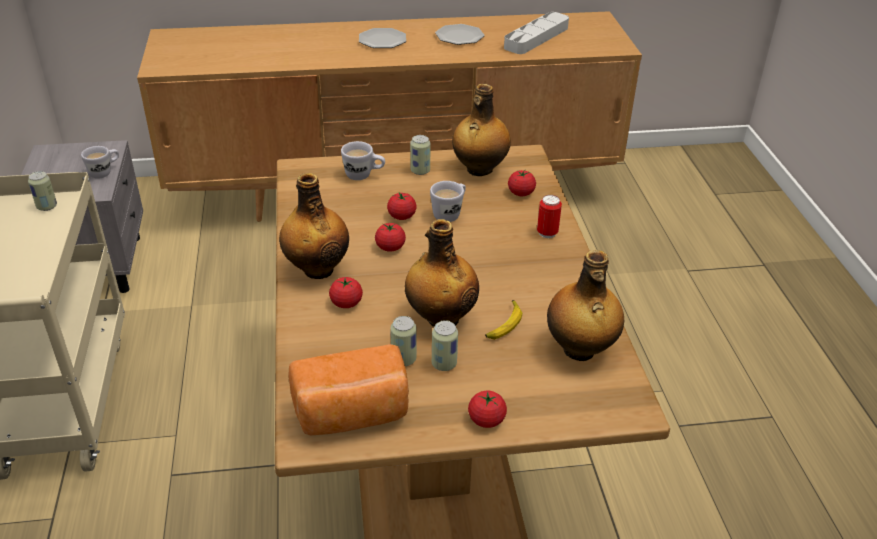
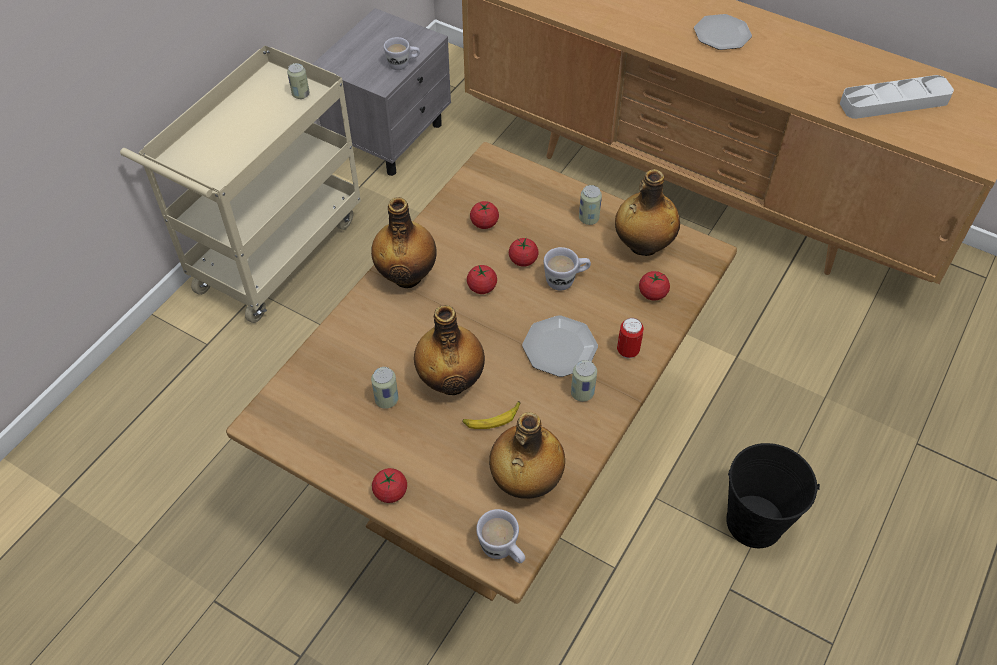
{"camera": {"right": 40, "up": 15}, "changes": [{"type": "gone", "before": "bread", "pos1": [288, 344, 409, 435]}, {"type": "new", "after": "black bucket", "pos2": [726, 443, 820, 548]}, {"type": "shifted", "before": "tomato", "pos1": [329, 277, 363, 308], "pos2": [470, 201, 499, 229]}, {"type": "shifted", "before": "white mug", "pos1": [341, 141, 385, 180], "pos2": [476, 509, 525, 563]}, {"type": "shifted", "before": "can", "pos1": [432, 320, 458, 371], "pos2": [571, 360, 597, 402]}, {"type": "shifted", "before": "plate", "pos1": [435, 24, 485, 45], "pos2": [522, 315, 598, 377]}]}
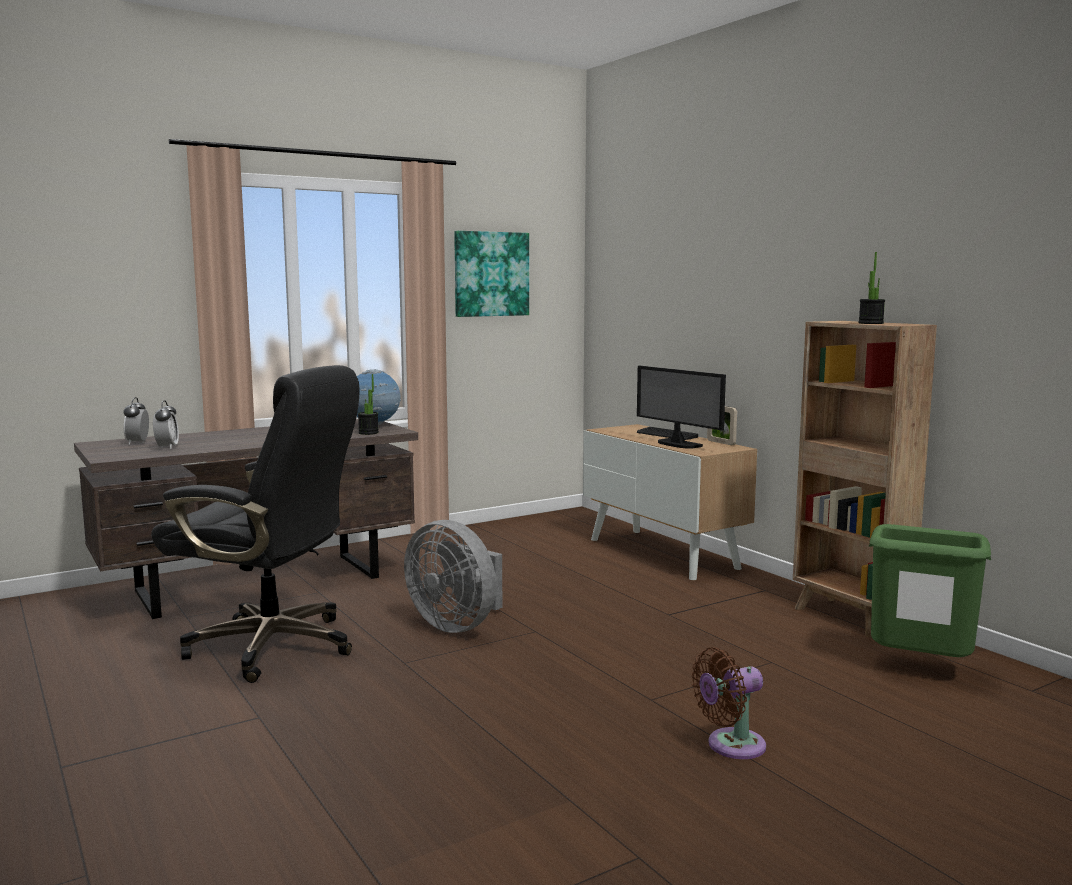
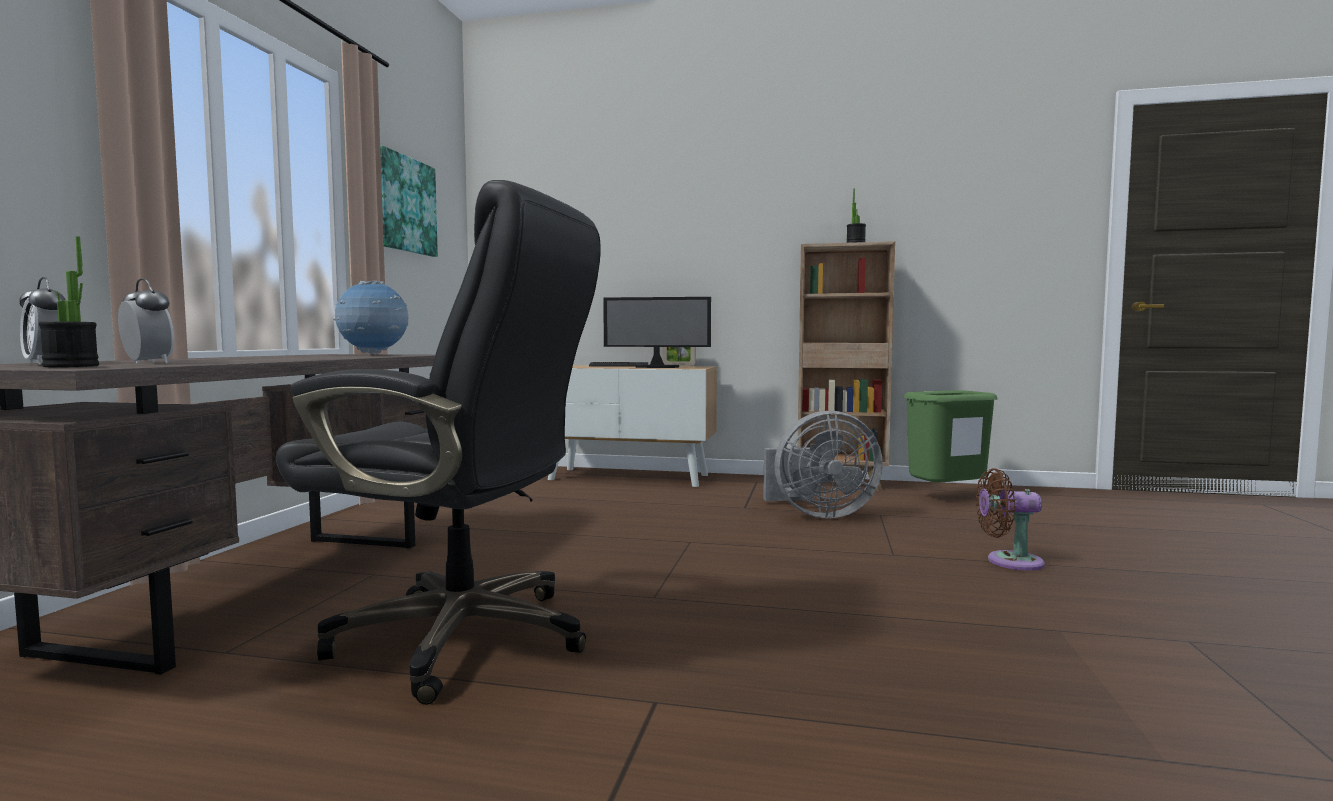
{"camera": {"right": -45, "up": -5}, "changes": [{"type": "shifted", "before": "potted plant", "pos1": [358, 374, 379, 435], "pos2": [39, 236, 99, 367]}, {"type": "shifted", "before": "grey fan", "pos1": [404, 520, 502, 633], "pos2": [763, 411, 883, 518]}, {"type": "rotated", "before": "black office chair", "pos1": [151, 365, 359, 683], "pos2": [276, 180, 601, 705], "turn": 45}, {"type": "rotated", "before": "brown fan", "pos1": [692, 647, 766, 759], "pos2": [976, 468, 1045, 571], "turn": 75}]}
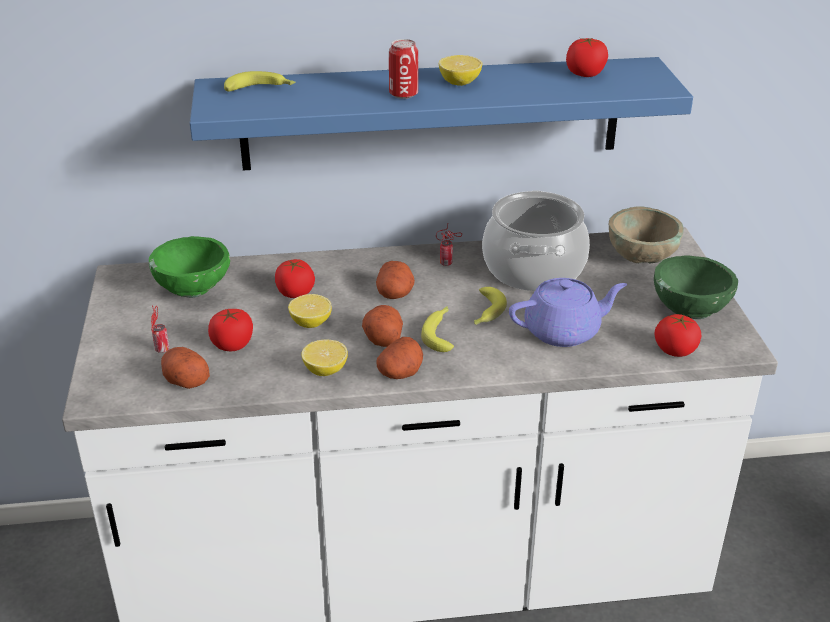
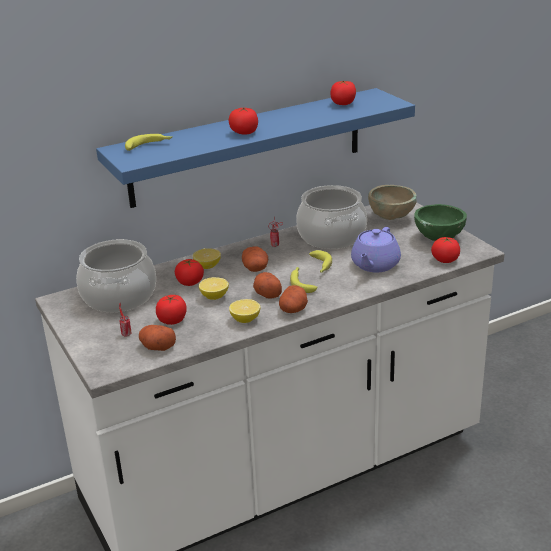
{"camera": {"right": -20, "up": -5}, "changes": [{"type": "shifted", "before": "lemon", "pos1": [439, 55, 483, 86], "pos2": [193, 248, 221, 269]}, {"type": "swapped", "before": "green bowl", "after": "cooking pot", "pos1": [149, 236, 230, 298], "pos2": [76, 239, 156, 312]}, {"type": "swapped", "before": "can", "after": "tomato", "pos1": [389, 39, 418, 99], "pos2": [229, 107, 258, 135]}, {"type": "rotated", "before": "purple teapot", "pos1": [509, 278, 627, 347], "pos2": [351, 227, 401, 272], "turn": 150}]}
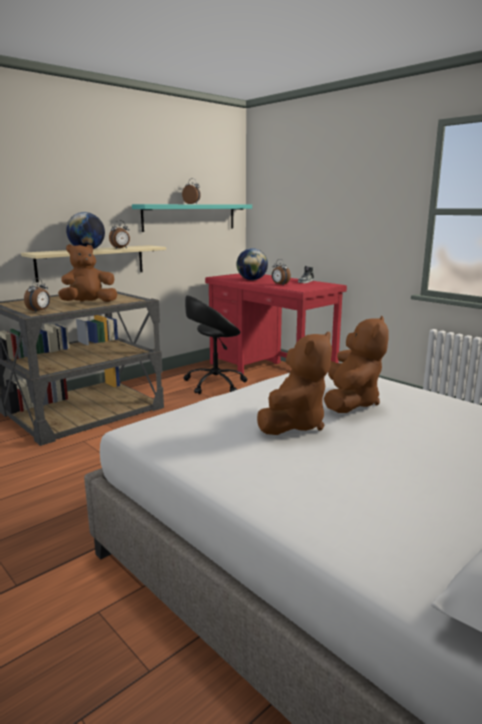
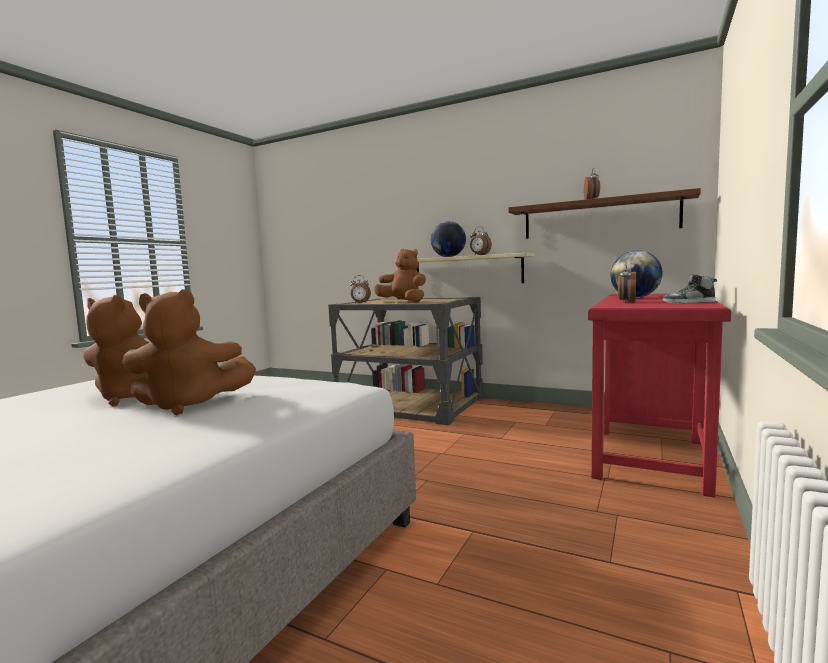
{"camera": {"right": 70, "up": -10}, "changes": [{"type": "gone", "before": "black office chair", "pos1": [184, 296, 248, 394]}, {"type": "repainted", "before": "turquoise shelf", "after": "brown shelf", "pos1": [132, 204, 252, 232], "pos2": [508, 188, 701, 239]}]}
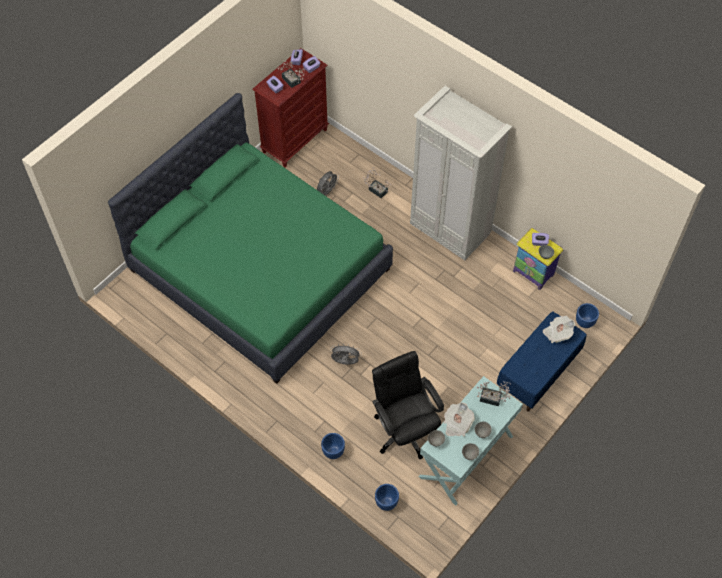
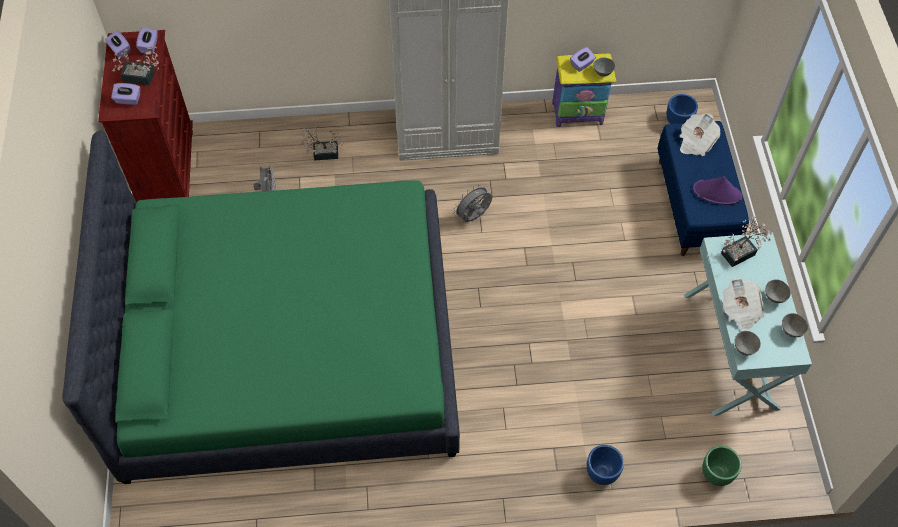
{"camera": {"right": -45, "up": 0}, "changes": [{"type": "gone", "before": "black office chair", "pos1": [372, 351, 444, 459]}, {"type": "new", "after": "purple hat", "pos2": [693, 176, 742, 205]}, {"type": "shifted", "before": "grey fan", "pos1": [330, 343, 361, 365], "pos2": [453, 185, 492, 222]}, {"type": "repainted", "before": "blue planter", "after": "green planter", "pos1": [375, 484, 399, 511], "pos2": [702, 446, 742, 486]}]}
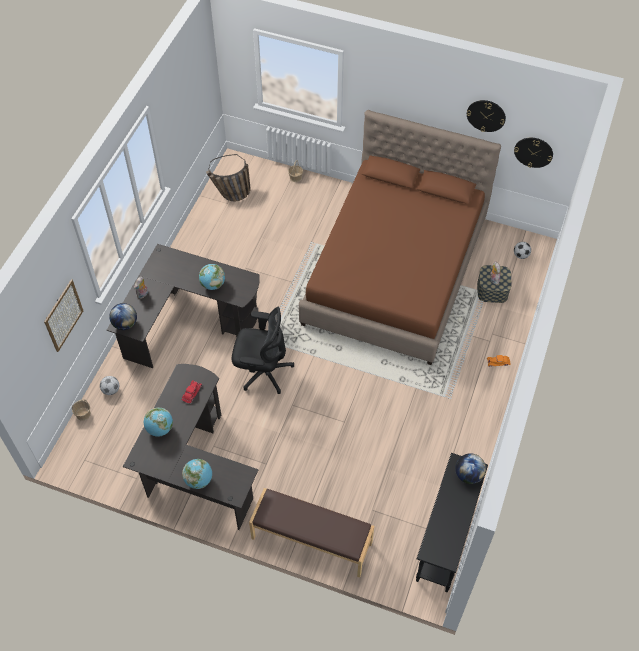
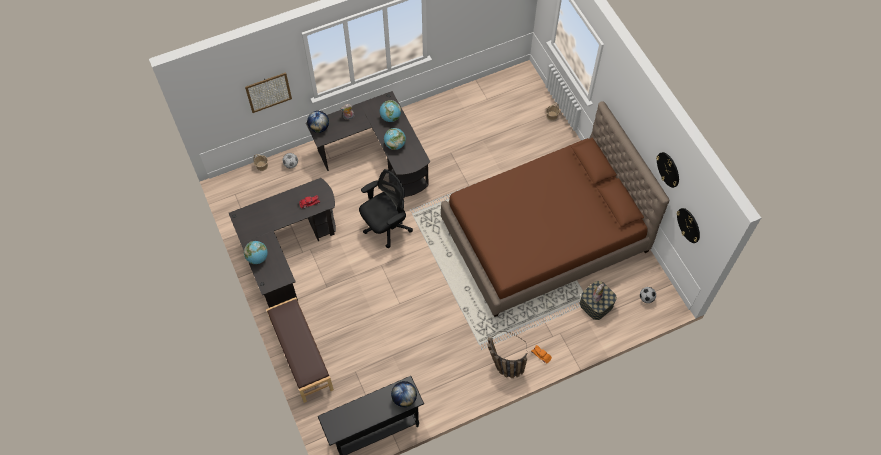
{"camera": {"right": 45, "up": 5}, "changes": [{"type": "shifted", "before": "globe", "pos1": [144, 407, 173, 437], "pos2": [380, 100, 401, 122]}, {"type": "shifted", "before": "basket", "pos1": [206, 154, 251, 201], "pos2": [487, 331, 527, 378]}, {"type": "rotated", "before": "black office chair", "pos1": [232, 307, 294, 394], "pos2": [359, 169, 413, 248], "turn": -90}]}
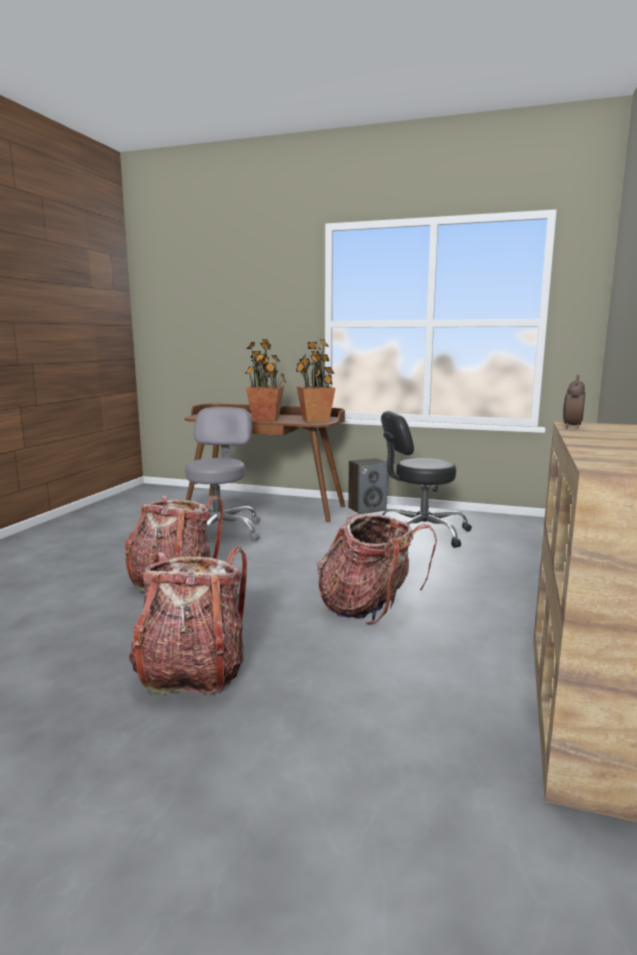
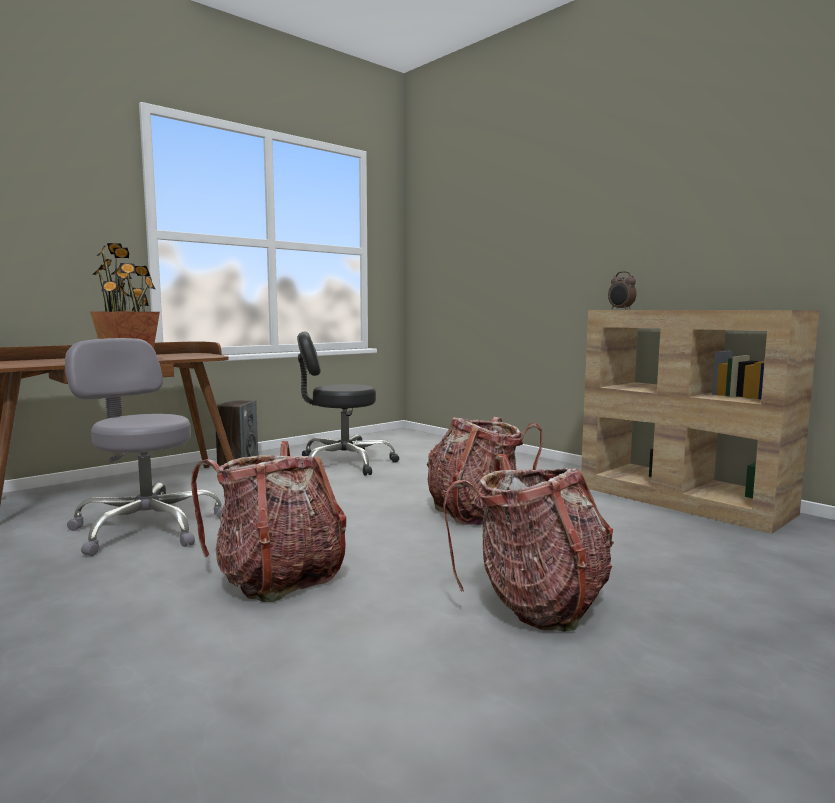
{"camera": {"right": -60, "up": -5}, "changes": [{"type": "gone", "before": "potted plant", "pos1": [296, 339, 336, 422]}, {"type": "rotated", "before": "black office chair", "pos1": [381, 411, 472, 548], "pos2": [297, 331, 399, 476], "turn": 60}]}
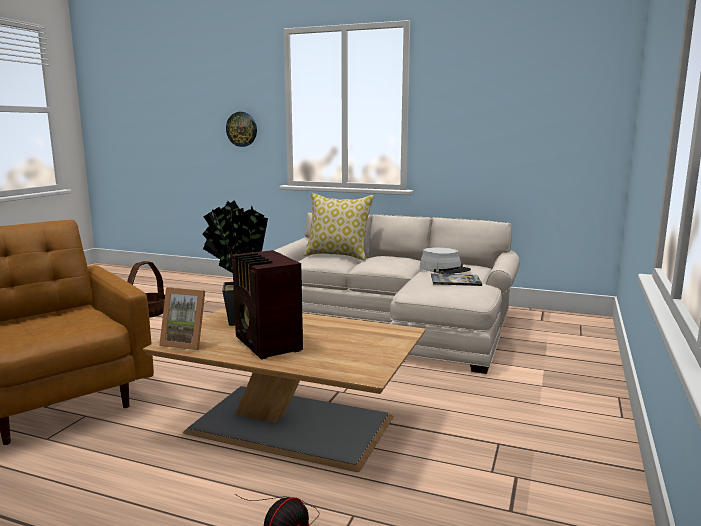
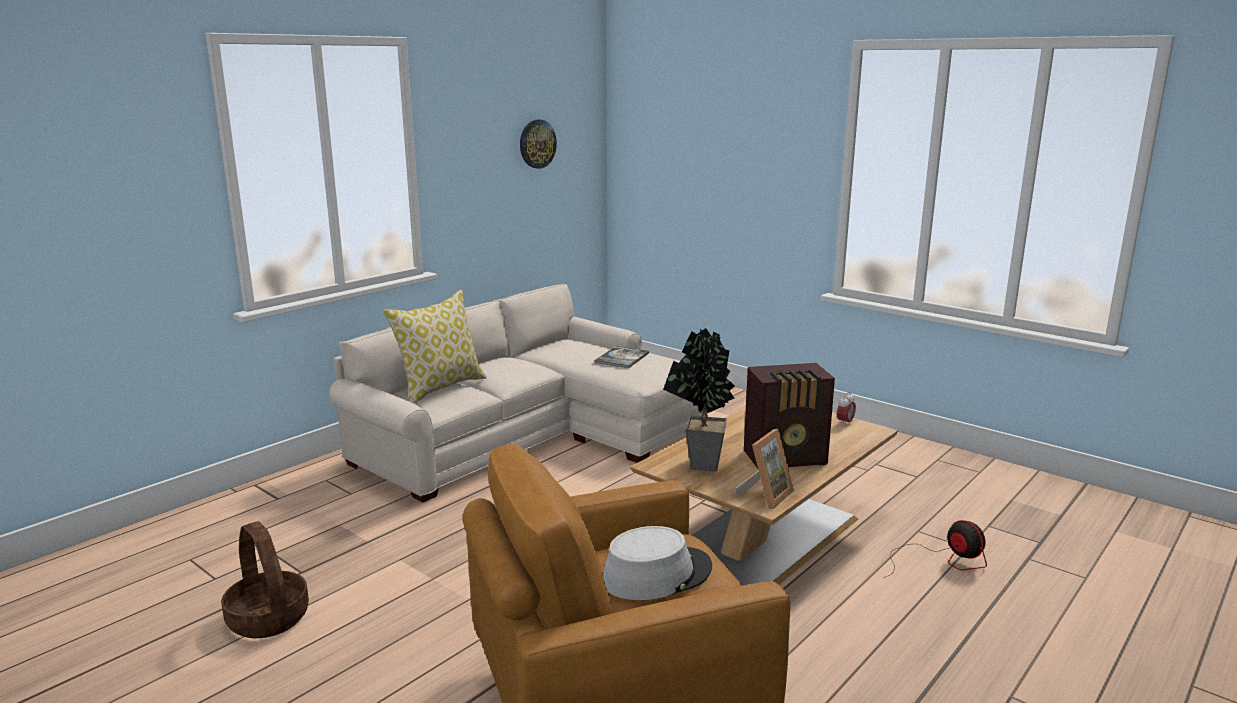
{"camera": {"right": -70, "up": 5}, "changes": [{"type": "new", "after": "alarm clock", "pos2": [837, 392, 856, 425]}, {"type": "shifted", "before": "wall clock", "pos1": [226, 112, 257, 147], "pos2": [520, 119, 557, 169]}, {"type": "shifted", "before": "grey hat", "pos1": [420, 247, 471, 274], "pos2": [603, 526, 712, 600]}]}
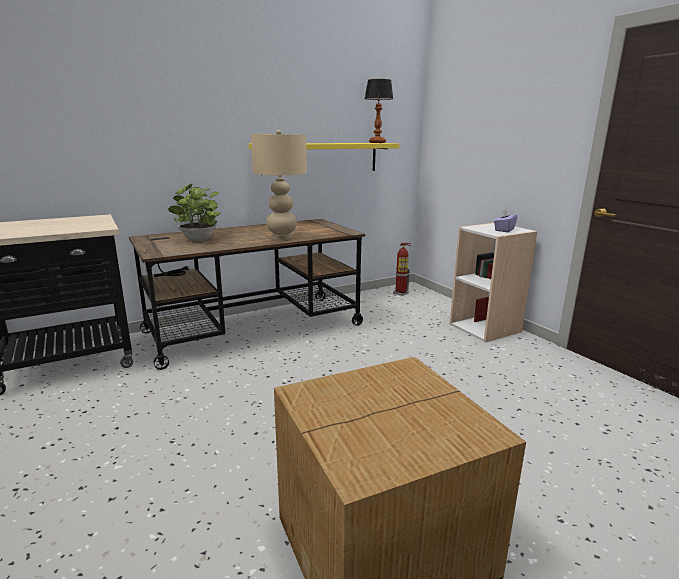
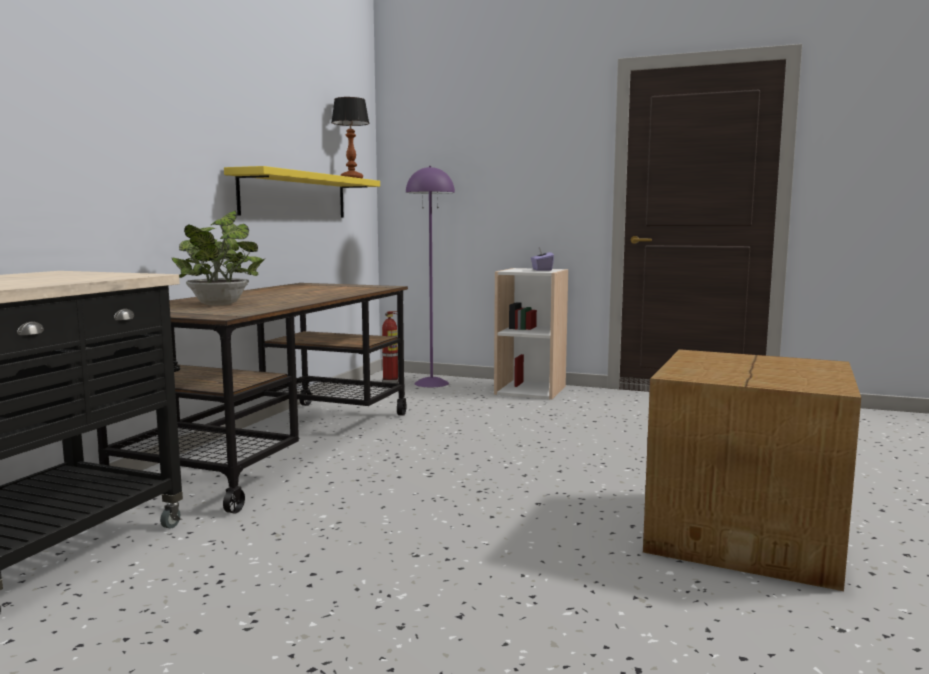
{"camera": {"right": -40, "up": -10}, "changes": [{"type": "gone", "before": "beige table lamp", "pos1": [251, 130, 307, 240]}, {"type": "new", "after": "purple floor lamp", "pos2": [406, 166, 455, 387]}]}
